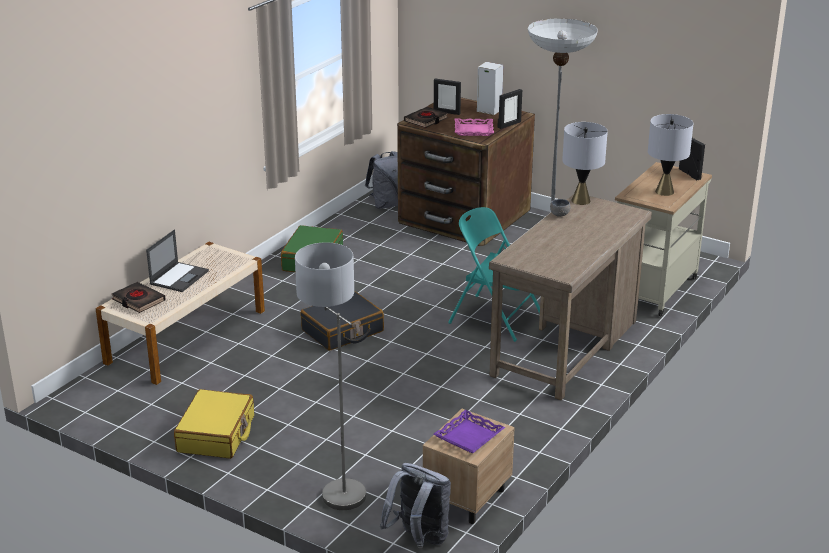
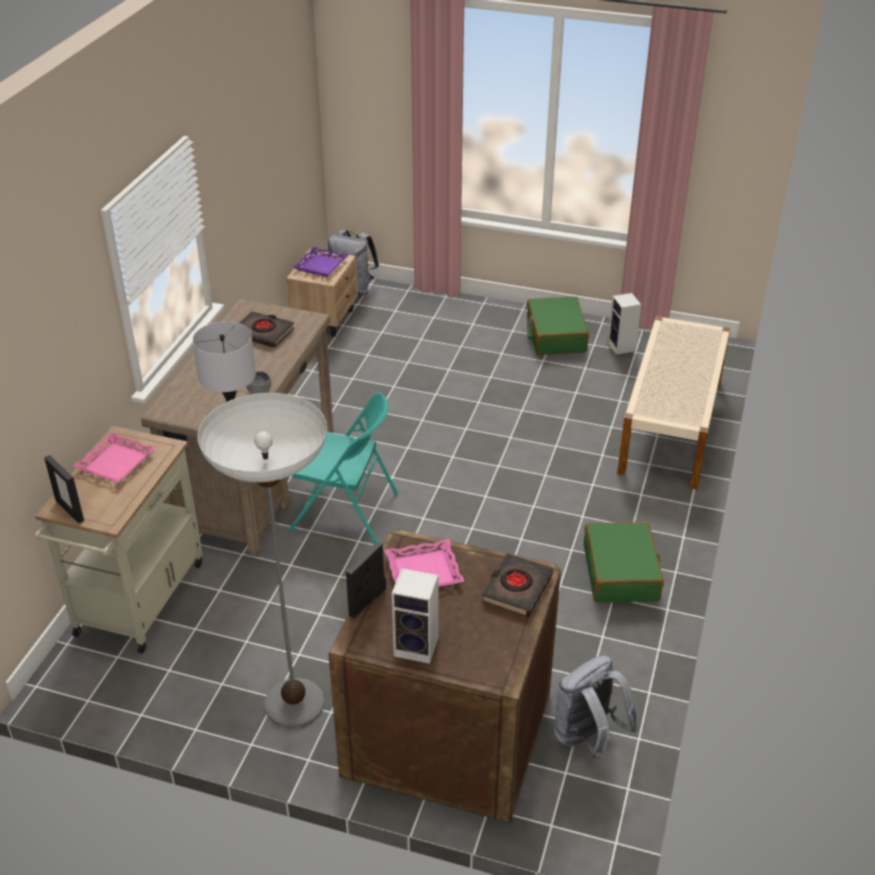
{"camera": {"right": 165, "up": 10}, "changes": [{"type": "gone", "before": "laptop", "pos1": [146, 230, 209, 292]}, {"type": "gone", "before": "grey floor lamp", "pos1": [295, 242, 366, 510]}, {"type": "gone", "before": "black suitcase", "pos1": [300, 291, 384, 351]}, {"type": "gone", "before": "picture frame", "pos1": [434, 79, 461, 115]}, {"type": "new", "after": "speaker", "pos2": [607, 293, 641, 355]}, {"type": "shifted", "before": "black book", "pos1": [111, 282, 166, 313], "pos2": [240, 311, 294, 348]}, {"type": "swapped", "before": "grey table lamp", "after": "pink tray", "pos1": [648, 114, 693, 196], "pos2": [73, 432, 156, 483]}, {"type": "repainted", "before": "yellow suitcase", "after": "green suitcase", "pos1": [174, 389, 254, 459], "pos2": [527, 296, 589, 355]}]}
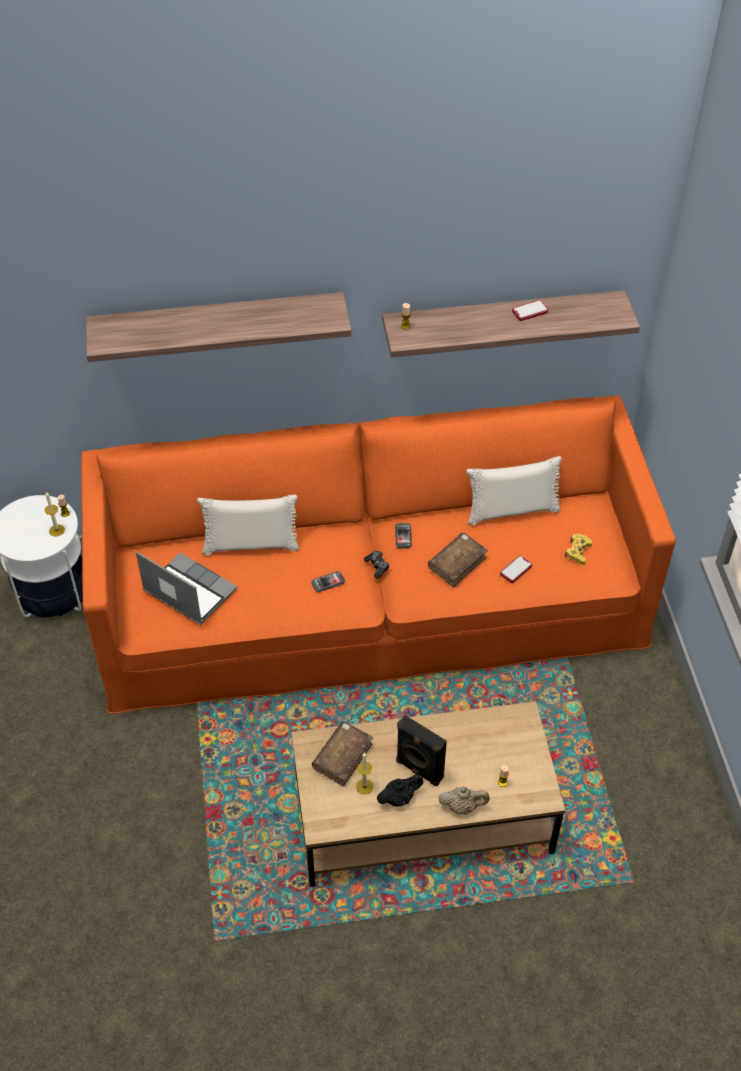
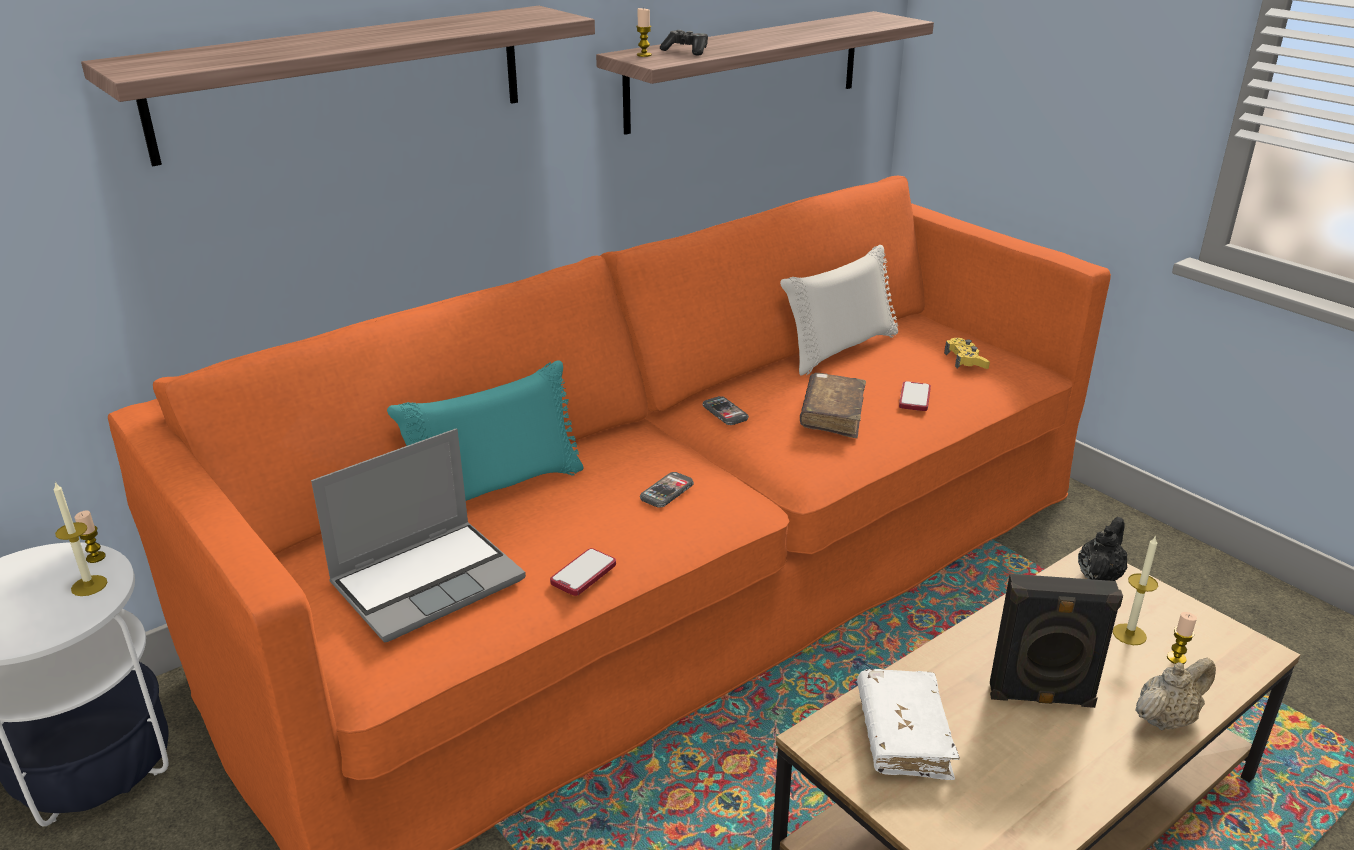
{"camera": {"right": -30, "up": -20}, "changes": [{"type": "shifted", "before": "candle", "pos1": [356, 752, 373, 794], "pos2": [1113, 535, 1158, 645]}, {"type": "shifted", "before": "game controller", "pos1": [364, 551, 390, 578], "pos2": [660, 30, 708, 55]}, {"type": "shifted", "before": "black teapot", "pos1": [377, 774, 423, 807], "pos2": [1078, 517, 1127, 581]}, {"type": "shifted", "before": "phone", "pos1": [512, 300, 548, 321], "pos2": [550, 548, 616, 596]}, {"type": "repainted", "before": "white pillow", "after": "turquoise pillow", "pos1": [197, 494, 299, 556], "pos2": [387, 360, 583, 501]}, {"type": "repainted", "before": "brown book", "after": "white book", "pos1": [312, 722, 373, 787], "pos2": [857, 669, 960, 780]}, {"type": "rotated", "before": "laptop", "pos1": [136, 551, 237, 625], "pos2": [311, 428, 526, 643], "turn": 135}]}
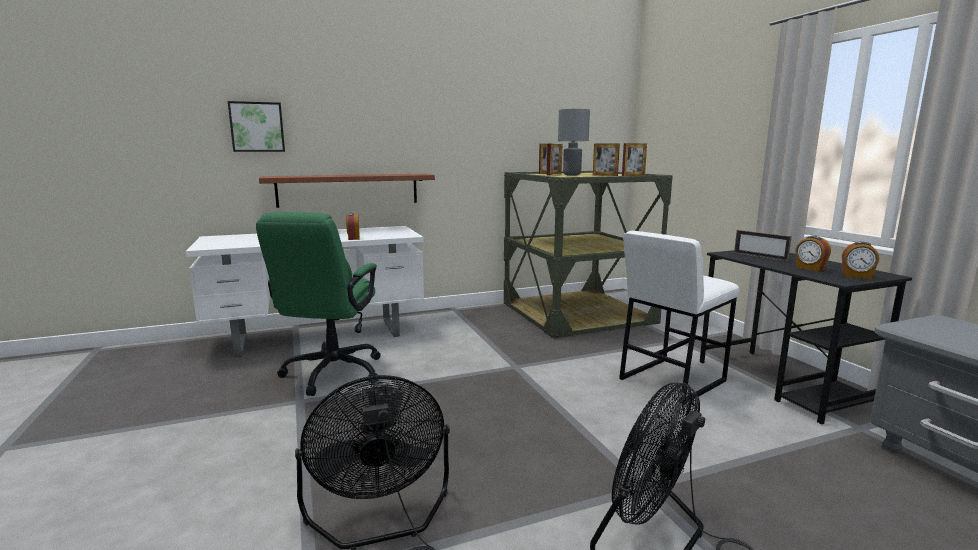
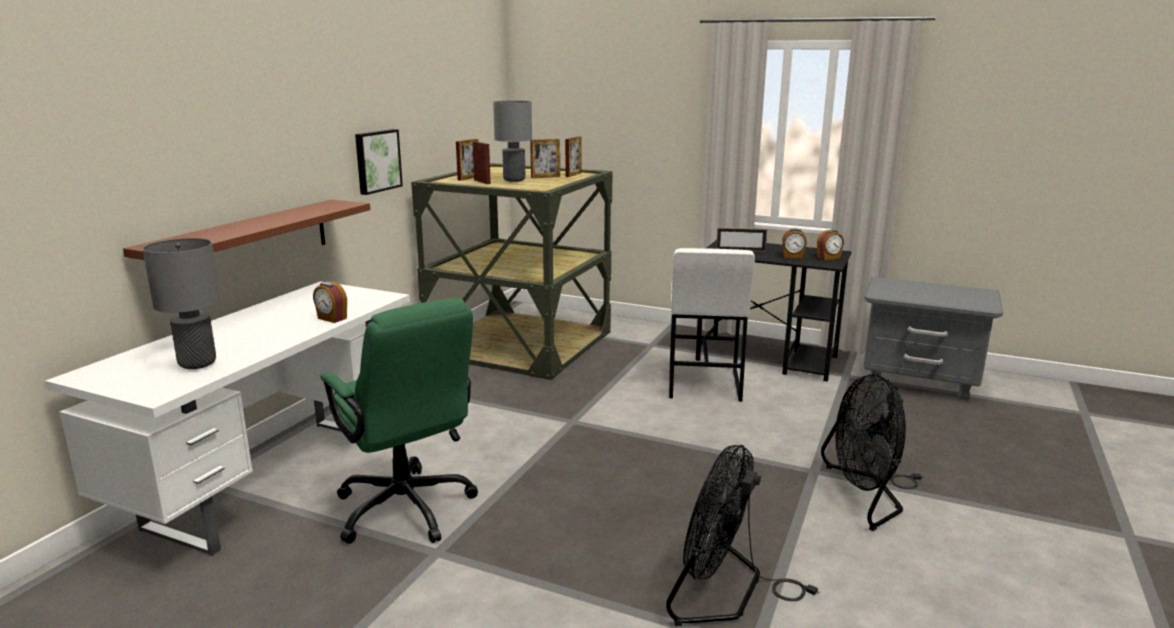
{"camera": {"right": -45, "up": 5}, "changes": [{"type": "new", "after": "grey table lamp", "pos2": [142, 238, 221, 369]}, {"type": "shifted", "before": "picture", "pos1": [228, 101, 285, 152], "pos2": [355, 129, 403, 195]}]}
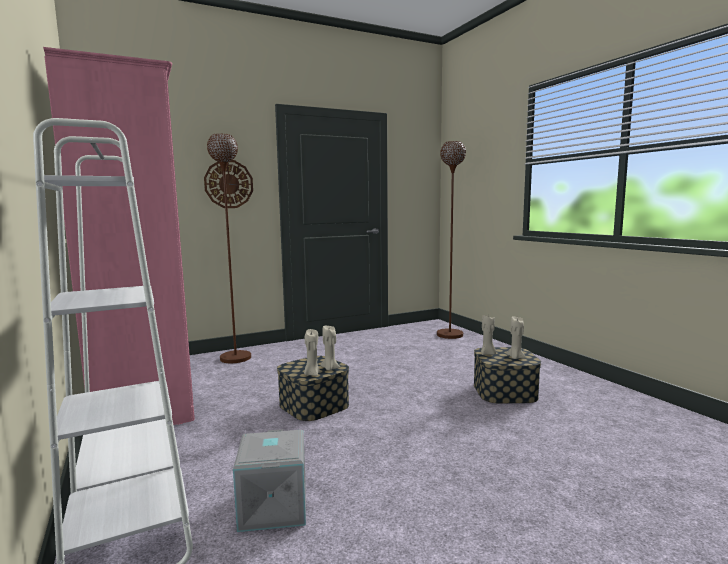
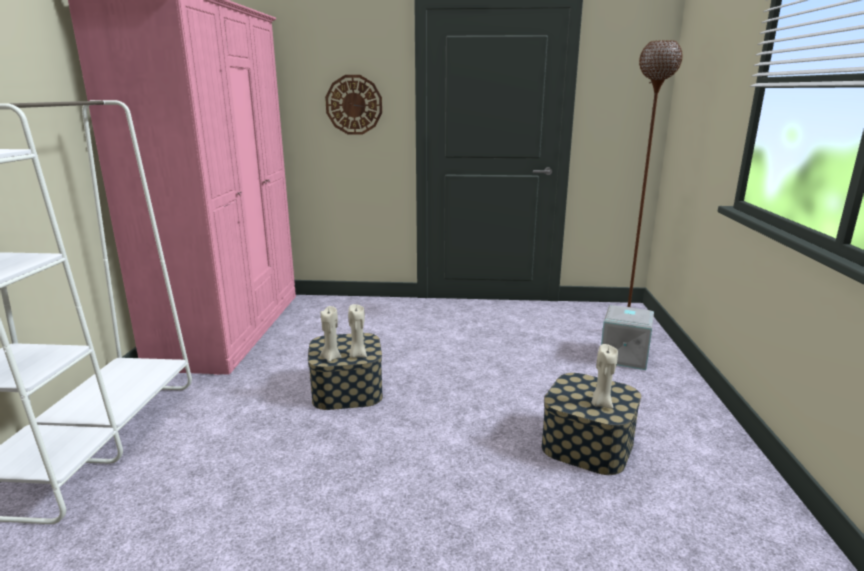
{"camera": {"right": 30, "up": 10}, "changes": [{"type": "gone", "before": "brown floor lamp", "pos1": [207, 133, 251, 363]}, {"type": "gone", "before": "beige candle", "pos1": [481, 315, 496, 355]}, {"type": "shifted", "before": "grey storage box", "pos1": [233, 429, 306, 532], "pos2": [601, 305, 654, 370]}]}
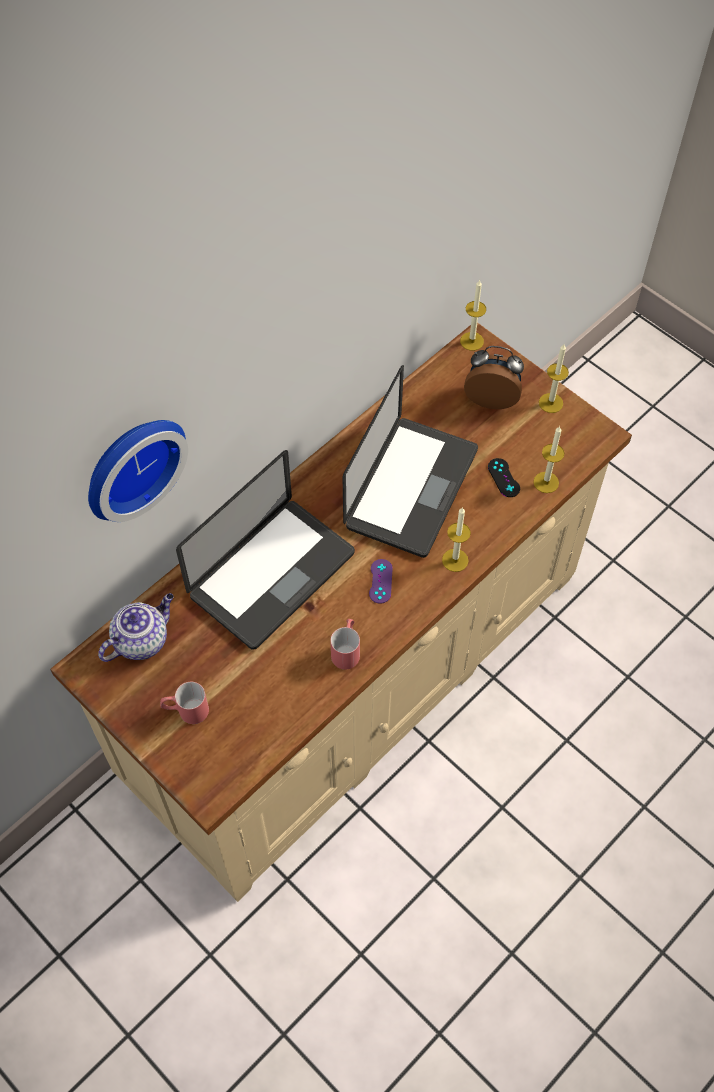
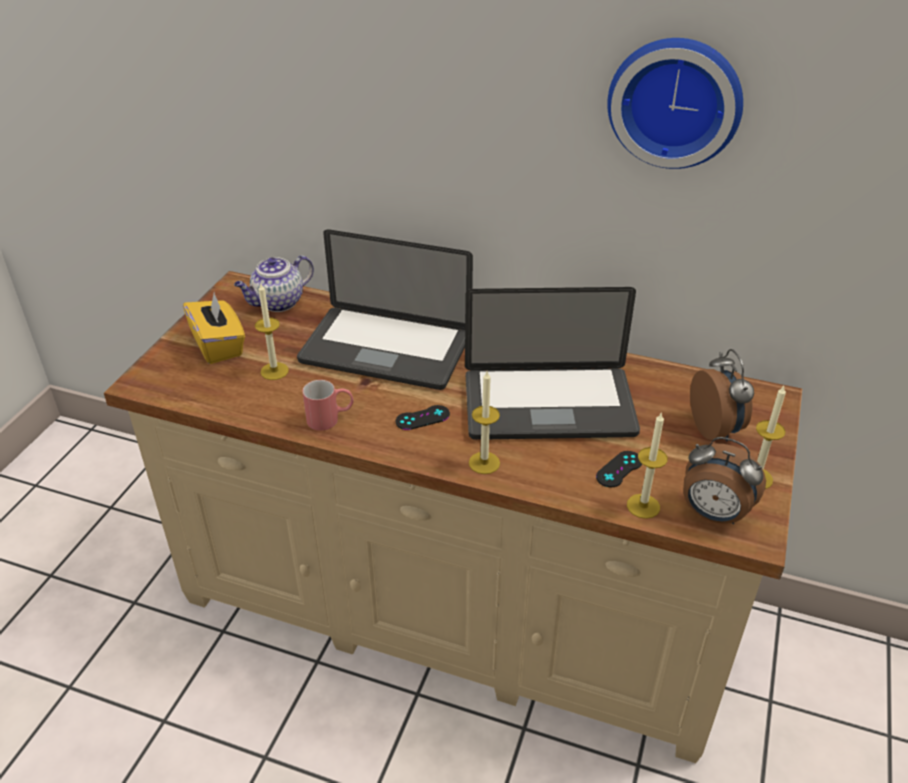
{"camera": {"right": 65, "up": -20}, "changes": [{"type": "new", "after": "alarm clock", "pos2": [683, 437, 766, 524]}, {"type": "shifted", "before": "wall clock", "pos1": [88, 420, 188, 522], "pos2": [607, 38, 743, 169]}, {"type": "shifted", "before": "candle", "pos1": [460, 280, 486, 351], "pos2": [255, 282, 289, 380]}, {"type": "swapped", "before": "red mug", "after": "yellow tissue box", "pos1": [160, 682, 209, 724], "pos2": [183, 293, 245, 364]}, {"type": "repainted", "before": "purple game controller", "after": "black game controller", "pos1": [369, 559, 393, 604], "pos2": [396, 405, 450, 430]}, {"type": "rotated", "before": "teapot", "pos1": [98, 593, 174, 662], "pos2": [234, 255, 314, 312], "turn": 120}]}
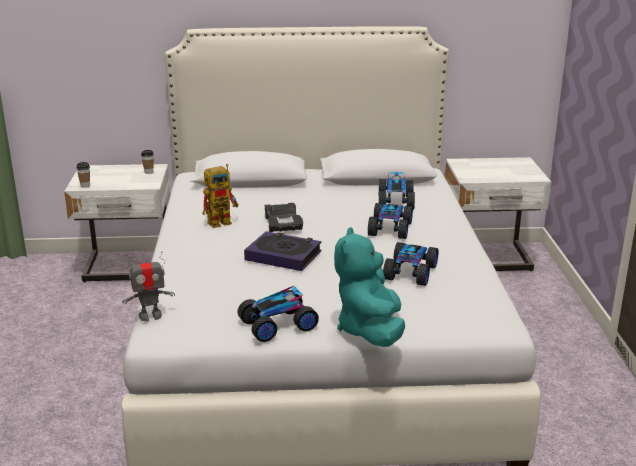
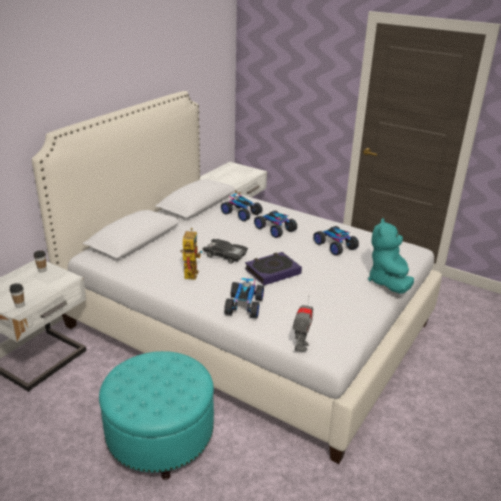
{"camera": {"right": -55, "up": 5}, "changes": [{"type": "new", "after": "turquoise ottoman", "pos2": [99, 351, 214, 480]}, {"type": "shifted", "before": "toy car", "pos1": [237, 286, 319, 342], "pos2": [224, 278, 264, 319]}, {"type": "rotated", "before": "turquoise plush toy", "pos1": [334, 227, 405, 347], "pos2": [368, 218, 414, 294], "turn": 60}]}
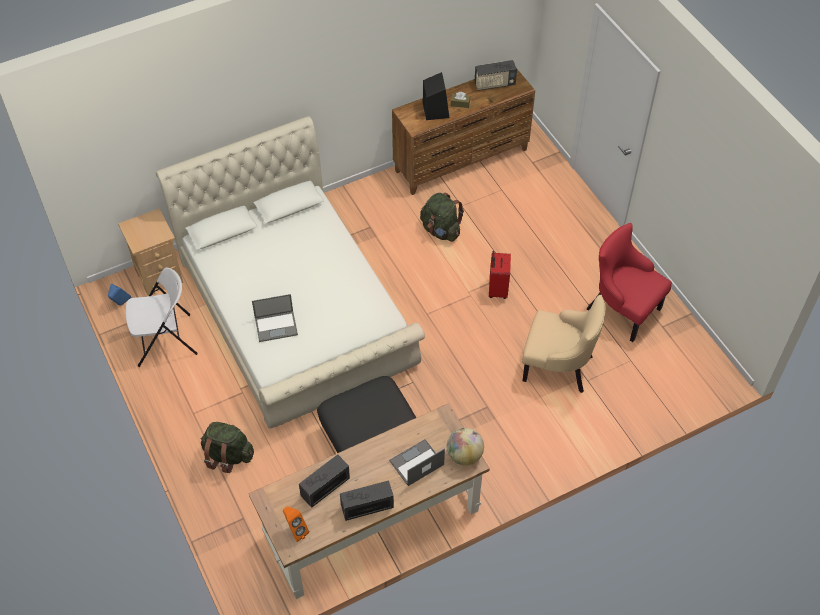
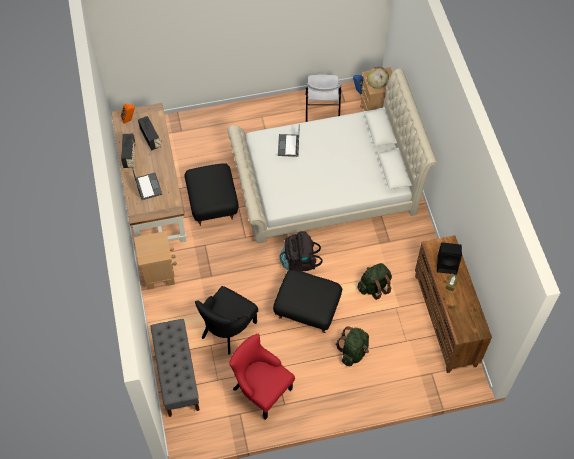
{"camera": {"right": 105, "up": 5}, "changes": [{"type": "gone", "before": "radio", "pos1": [475, 60, 517, 91]}, {"type": "new", "after": "beige nightstand", "pos2": [134, 231, 177, 290]}, {"type": "new", "after": "grey bench", "pos2": [151, 319, 199, 417]}, {"type": "new", "after": "black backpack", "pos2": [279, 231, 322, 271]}, {"type": "shifted", "before": "green backpack", "pos1": [201, 422, 254, 473], "pos2": [336, 326, 369, 367]}, {"type": "shifted", "before": "globe", "pos1": [447, 428, 484, 465], "pos2": [367, 66, 389, 89]}, {"type": "swapped", "before": "red suitcase", "after": "black ottoman", "pos1": [489, 251, 511, 299], "pos2": [273, 269, 342, 333]}, {"type": "repainted", "before": "beige chair", "after": "black chair", "pos1": [522, 295, 605, 393], "pos2": [195, 286, 259, 355]}, {"type": "rotated", "before": "red chair", "pos1": [587, 223, 672, 342], "pos2": [229, 333, 295, 420], "turn": -105}]}
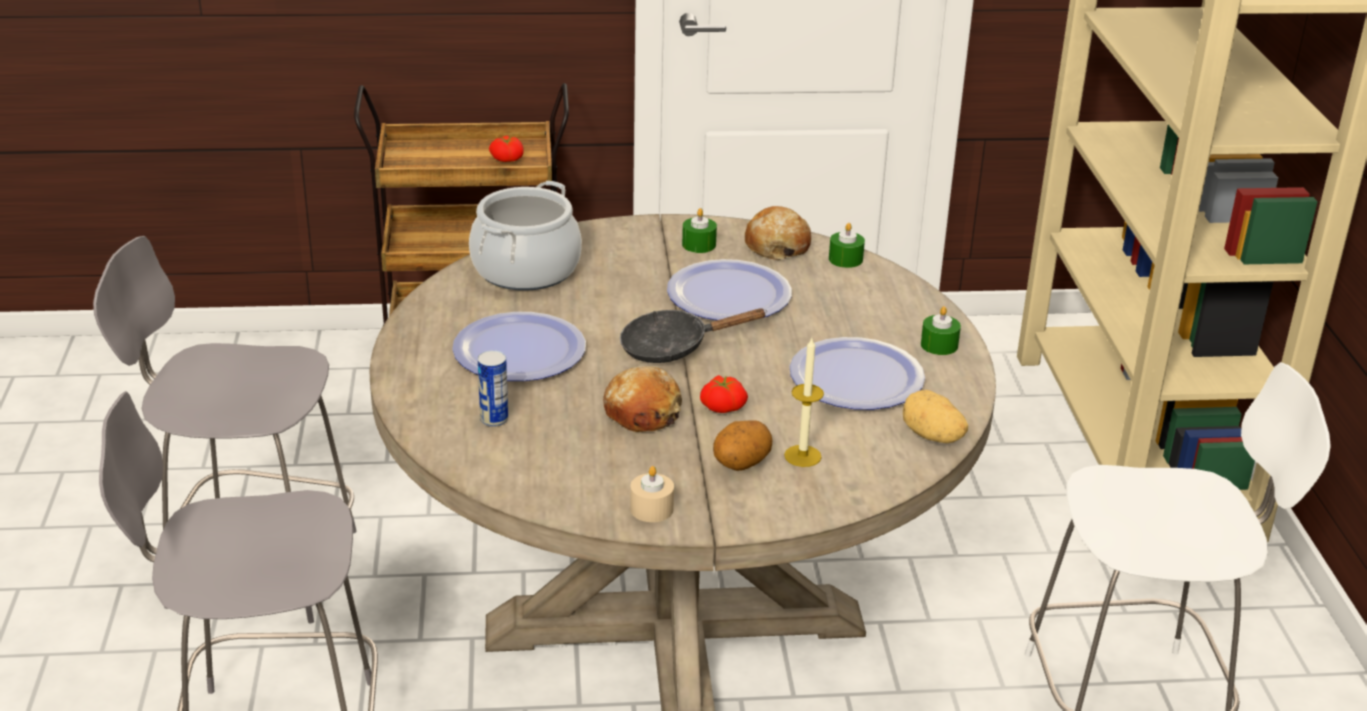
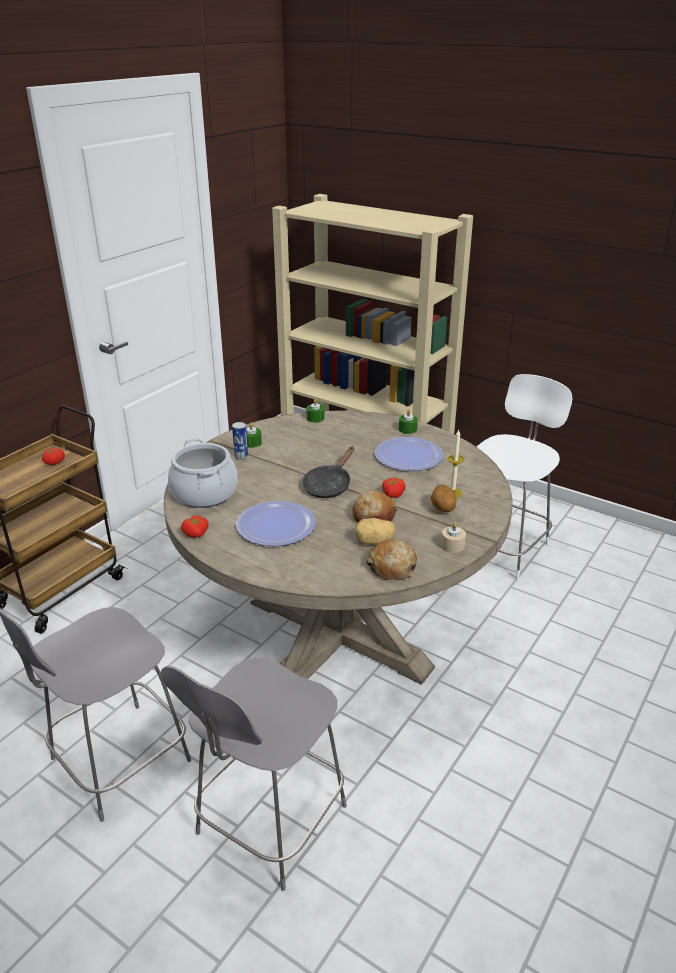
{"camera": {"right": -50, "up": 0}, "changes": [{"type": "gone", "before": "plate", "pos1": [667, 259, 792, 320]}, {"type": "new", "after": "tomato", "pos2": [181, 515, 209, 538]}, {"type": "shifted", "before": "can", "pos1": [478, 350, 508, 427], "pos2": [232, 422, 248, 460]}, {"type": "shifted", "before": "bread", "pos1": [745, 206, 811, 260], "pos2": [366, 540, 417, 580]}, {"type": "shifted", "before": "potato", "pos1": [903, 390, 968, 443], "pos2": [355, 518, 396, 545]}]}
